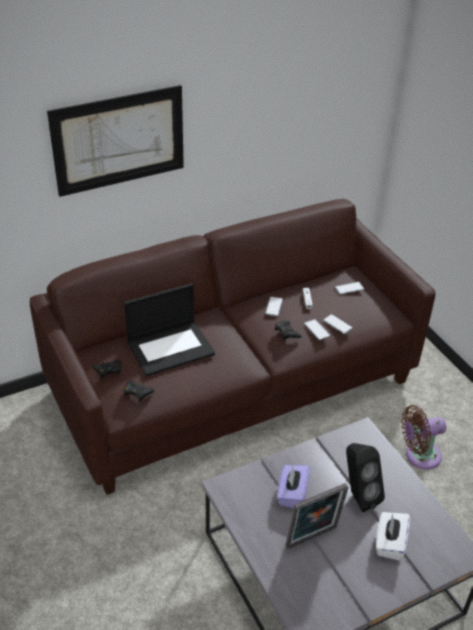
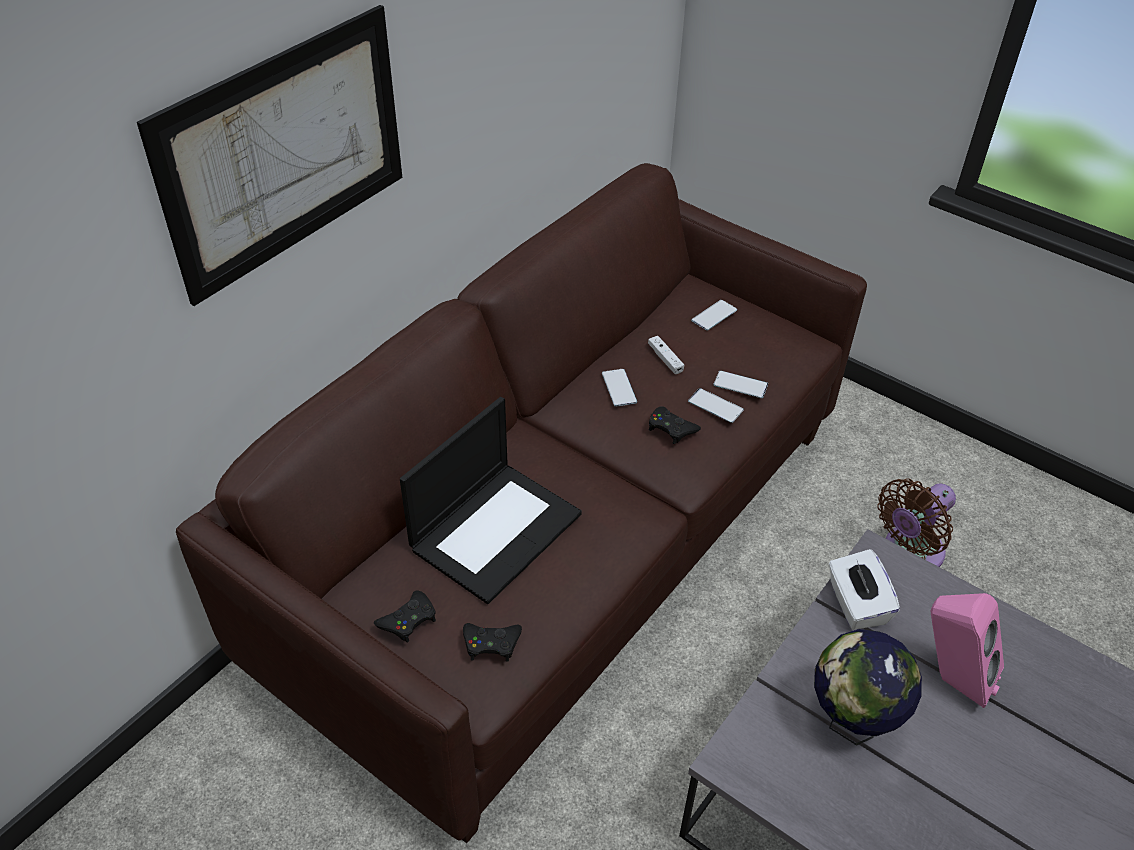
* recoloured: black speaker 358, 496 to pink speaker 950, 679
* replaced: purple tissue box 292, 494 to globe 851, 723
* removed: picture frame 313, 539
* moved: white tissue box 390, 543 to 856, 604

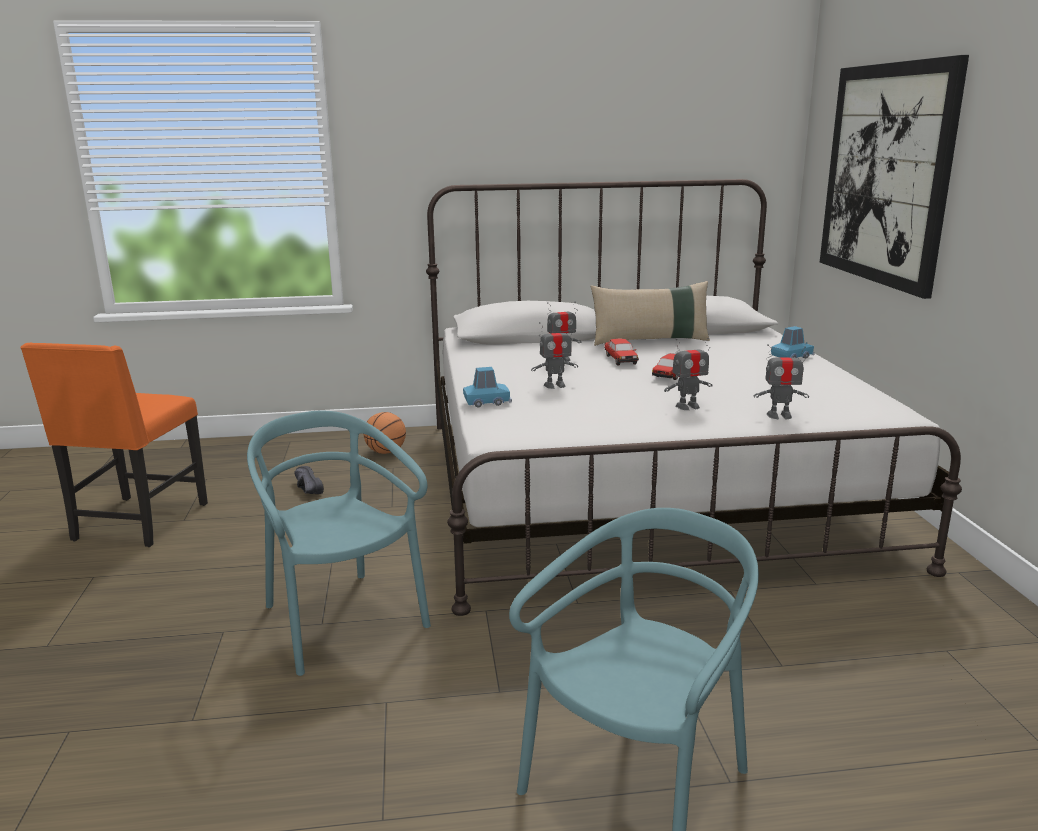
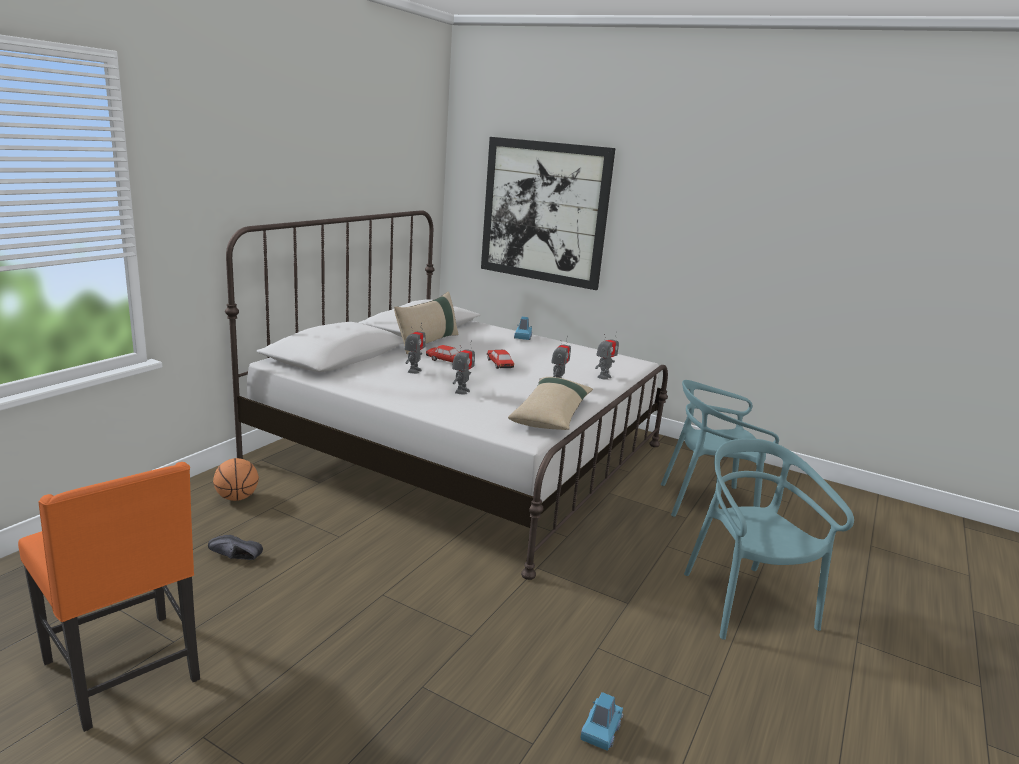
* moved: blue toy car 487, 402 to 601, 730
* moved: turquoise chair 341, 620 to 707, 503
* added: beige pillow 552, 414

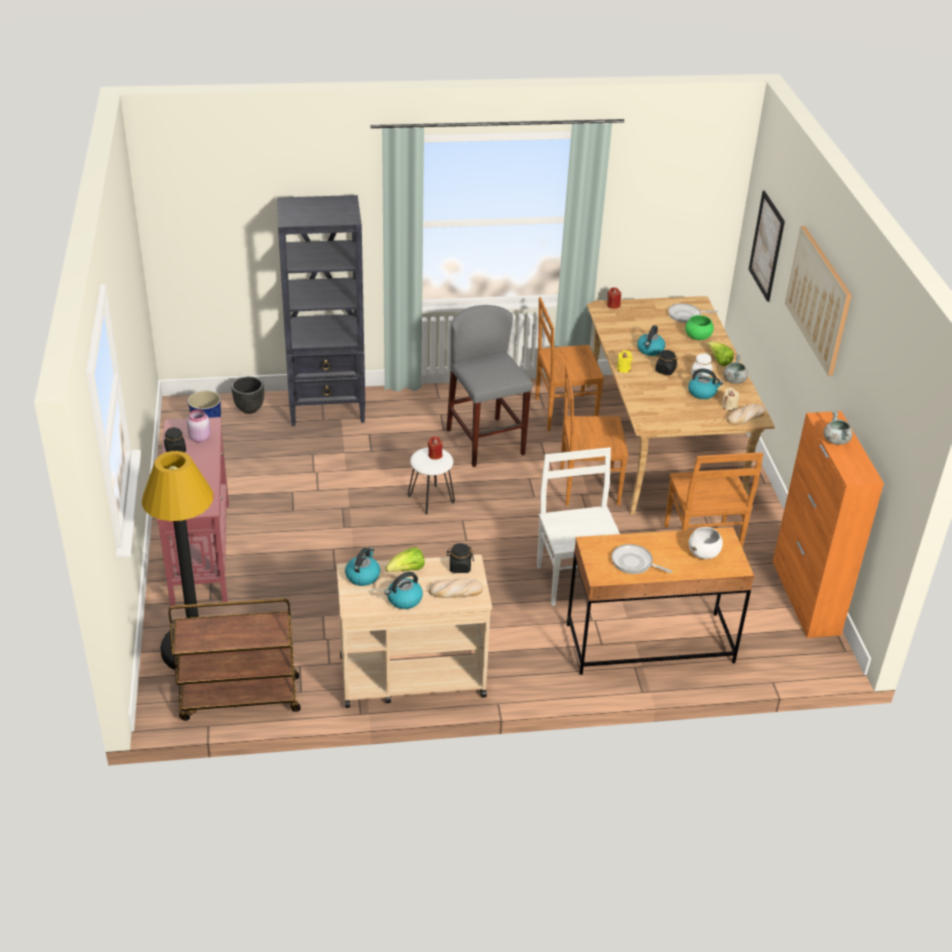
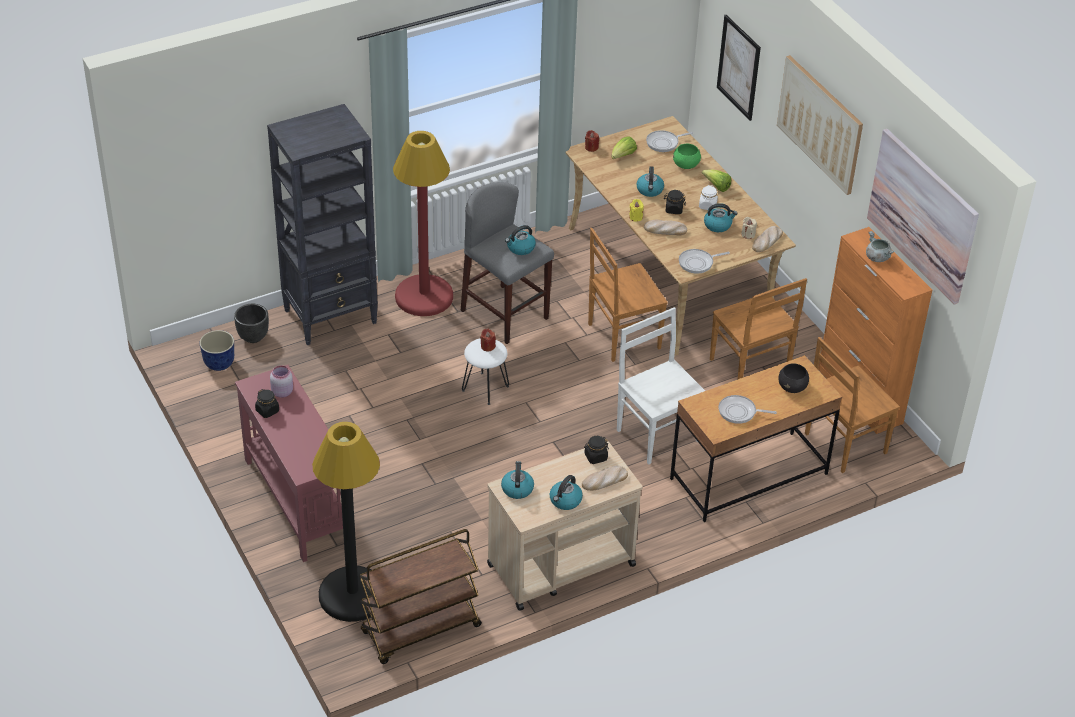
* moved: brown chair 563, 412 to 843, 444
* removed: grey cooking pot 734, 380
* recoloured: white bowl 704, 553 to black bowl 792, 387
* moved: lettuce 407, 570 to 623, 156
* added: picture 922, 215
* added: red floor lamp 424, 296
* added: bread 665, 230
* added: kettle 520, 248
* added: frying pan 698, 263

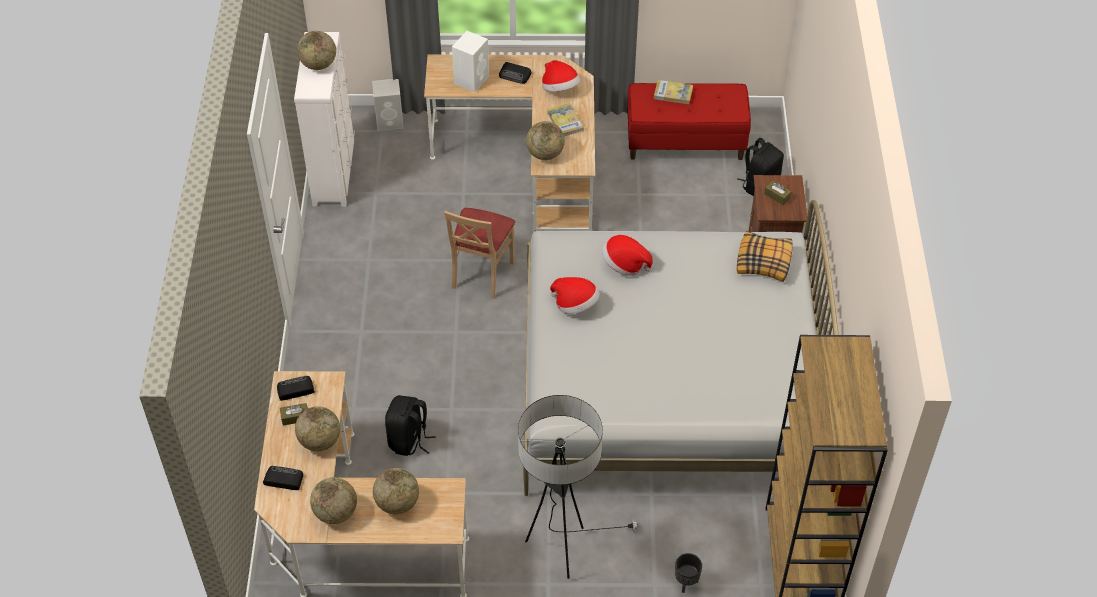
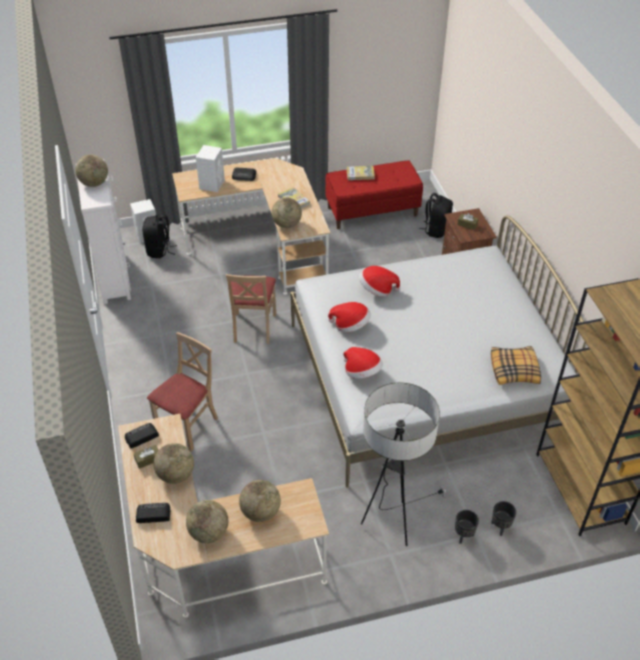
* moved: hat 560, 88 to 362, 372
* moved: pillow 764, 262 to 514, 370
* moved: black backpack 409, 440 to 159, 250
* added: beige chair 188, 425
* added: black planter 463, 536

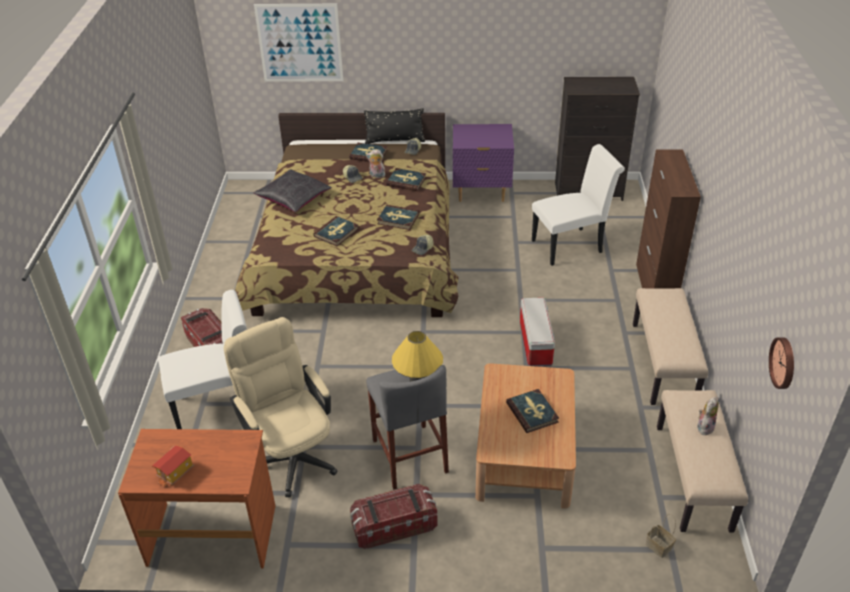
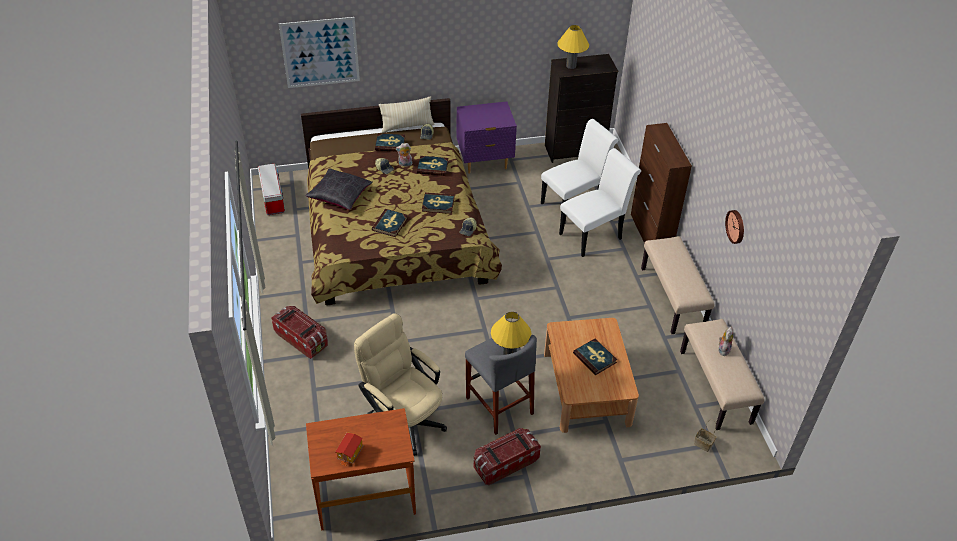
* recoloured: black pillow 395, 140 to beige pillow 407, 126
* moved: white chair 216, 405 to 594, 235
* moved: storage box 535, 343 to 272, 198
* moved: wall clock 784, 363 to 736, 226
* added: yellow table lamp 571, 66

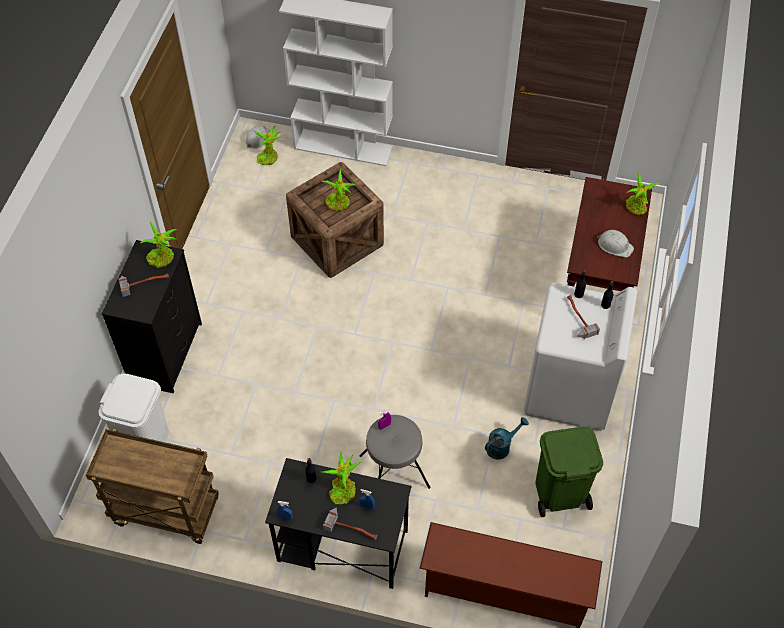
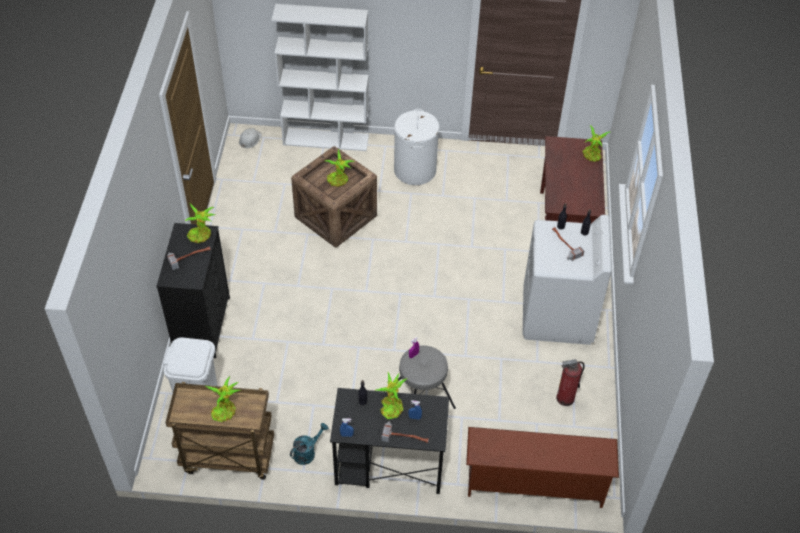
* moved: potted plant 269, 157 to 225, 410
* removed: white hard hat 614, 245
* moved: turquoise watering can 501, 446 to 307, 452
* replaced: green trash can 559, 493 to fire extinguisher 565, 398
* added: white laundry basket 415, 170

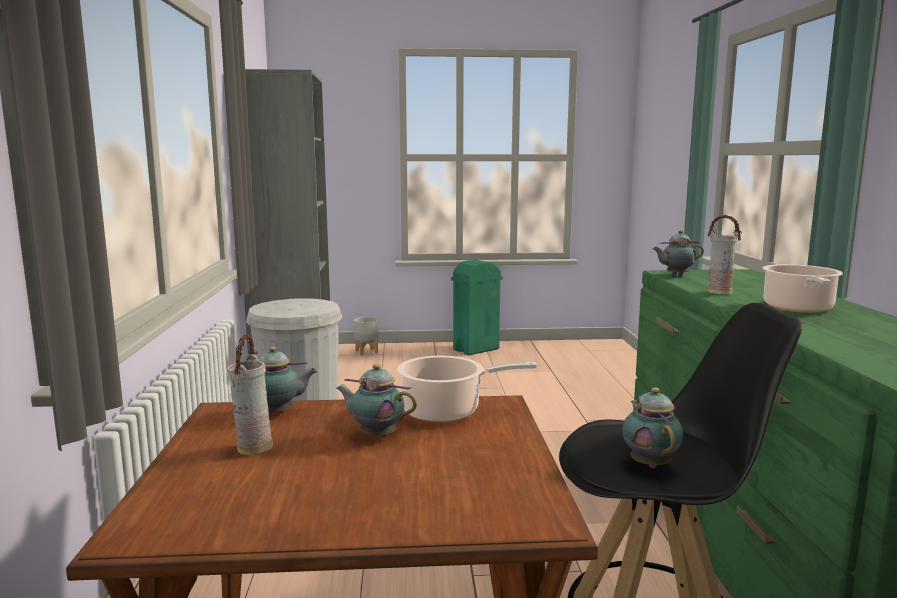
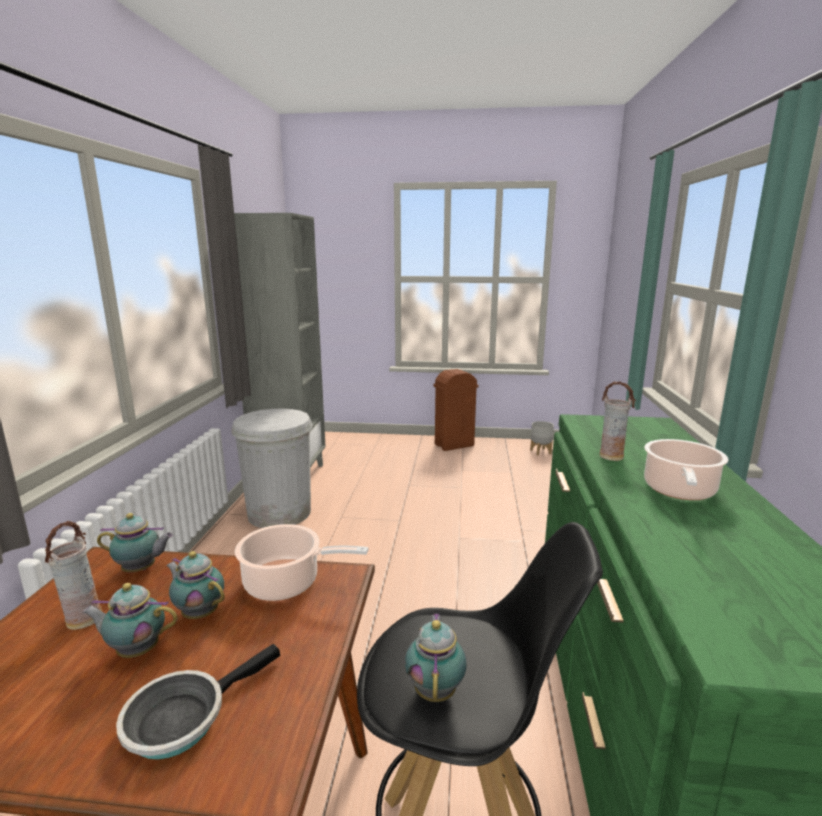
* moved: teapot 675, 275 to 136, 650
* recoloured: green trash can 475, 349 to brown trash can 453, 445
* moved: grey planter 367, 352 to 541, 452
* added: frying pan 183, 717

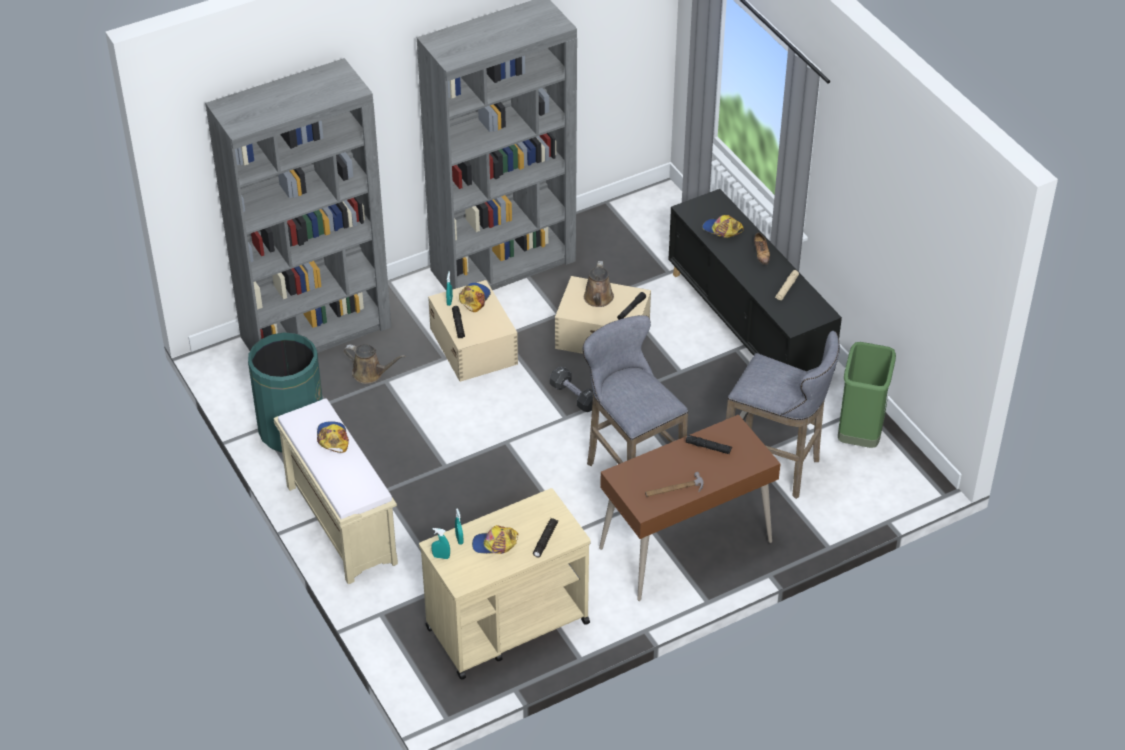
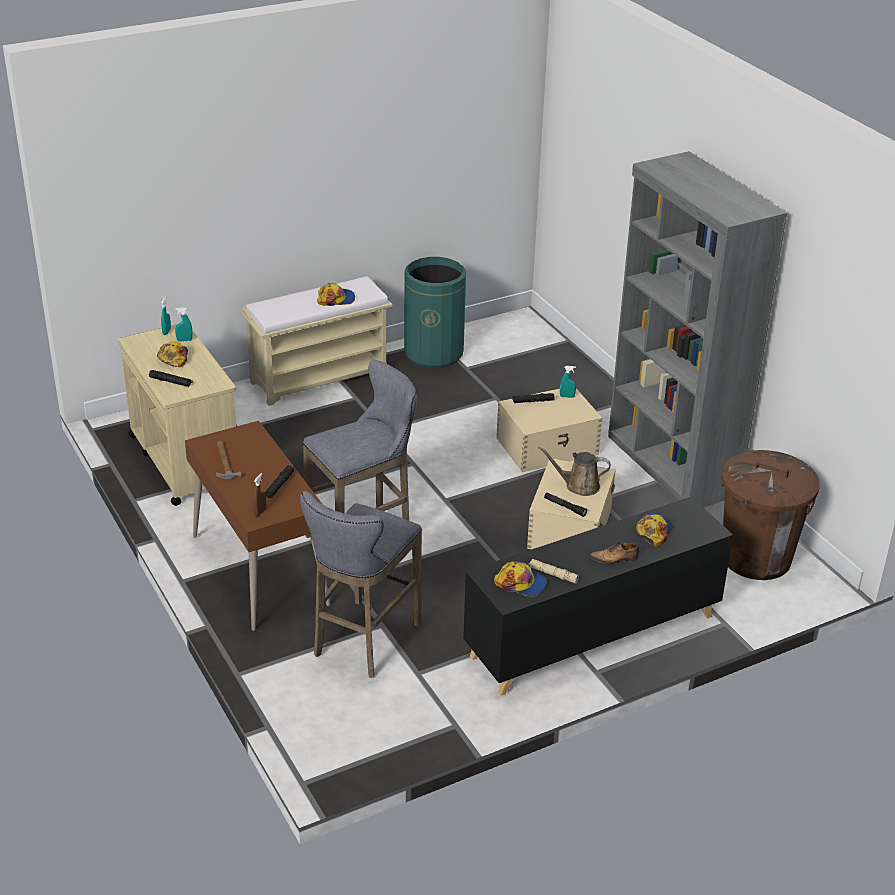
* removed: grey bookcase 316, 332
* moved: cap 474, 298 to 521, 583
* removed: green trash can 860, 436
* removed: brown watering can 370, 373
* removed: black dumbbell 574, 396
* added: brown trash can 756, 558
* added: brown spray bottle 260, 512

